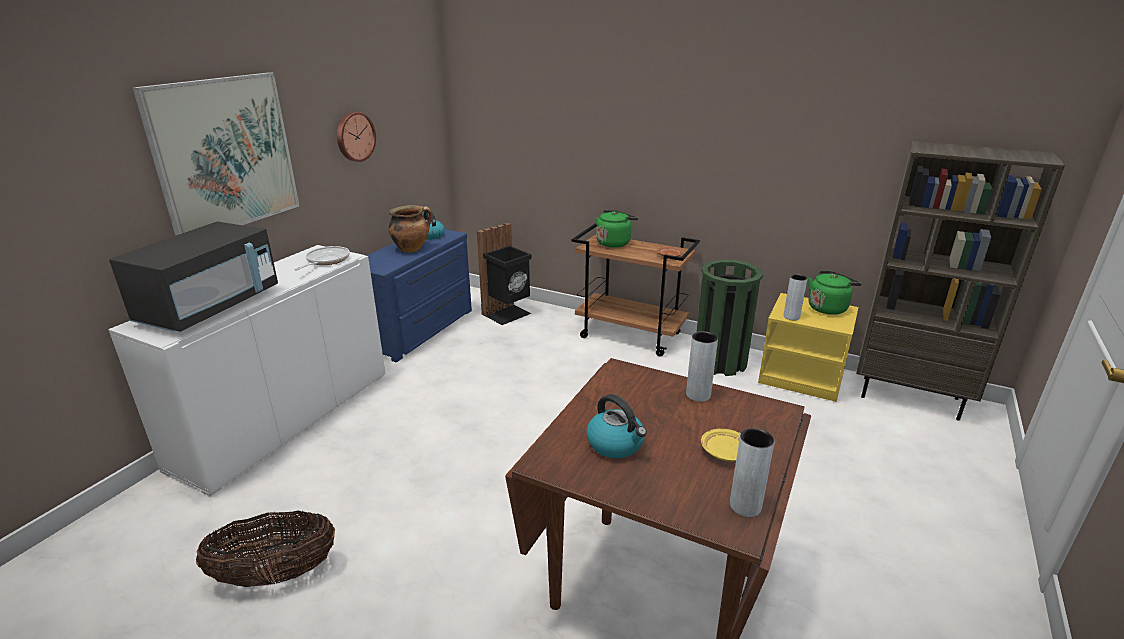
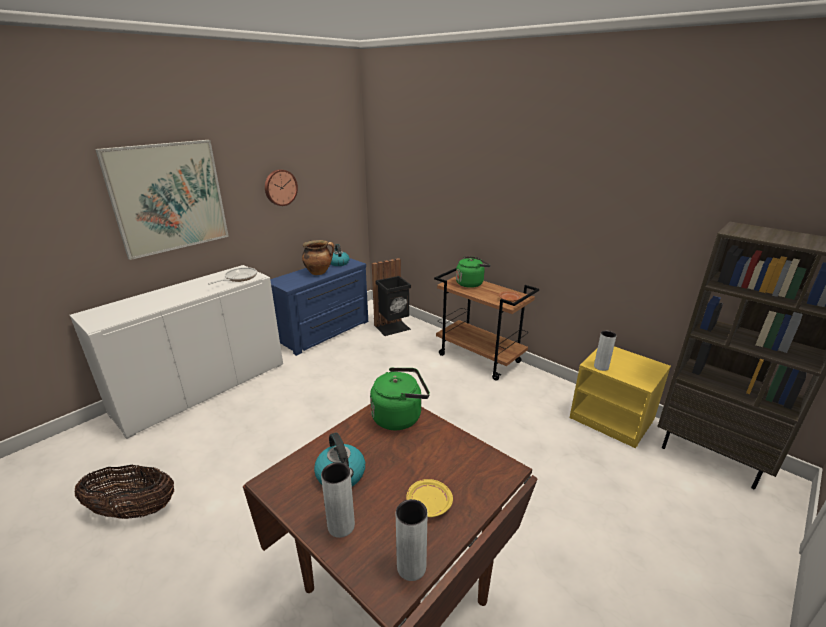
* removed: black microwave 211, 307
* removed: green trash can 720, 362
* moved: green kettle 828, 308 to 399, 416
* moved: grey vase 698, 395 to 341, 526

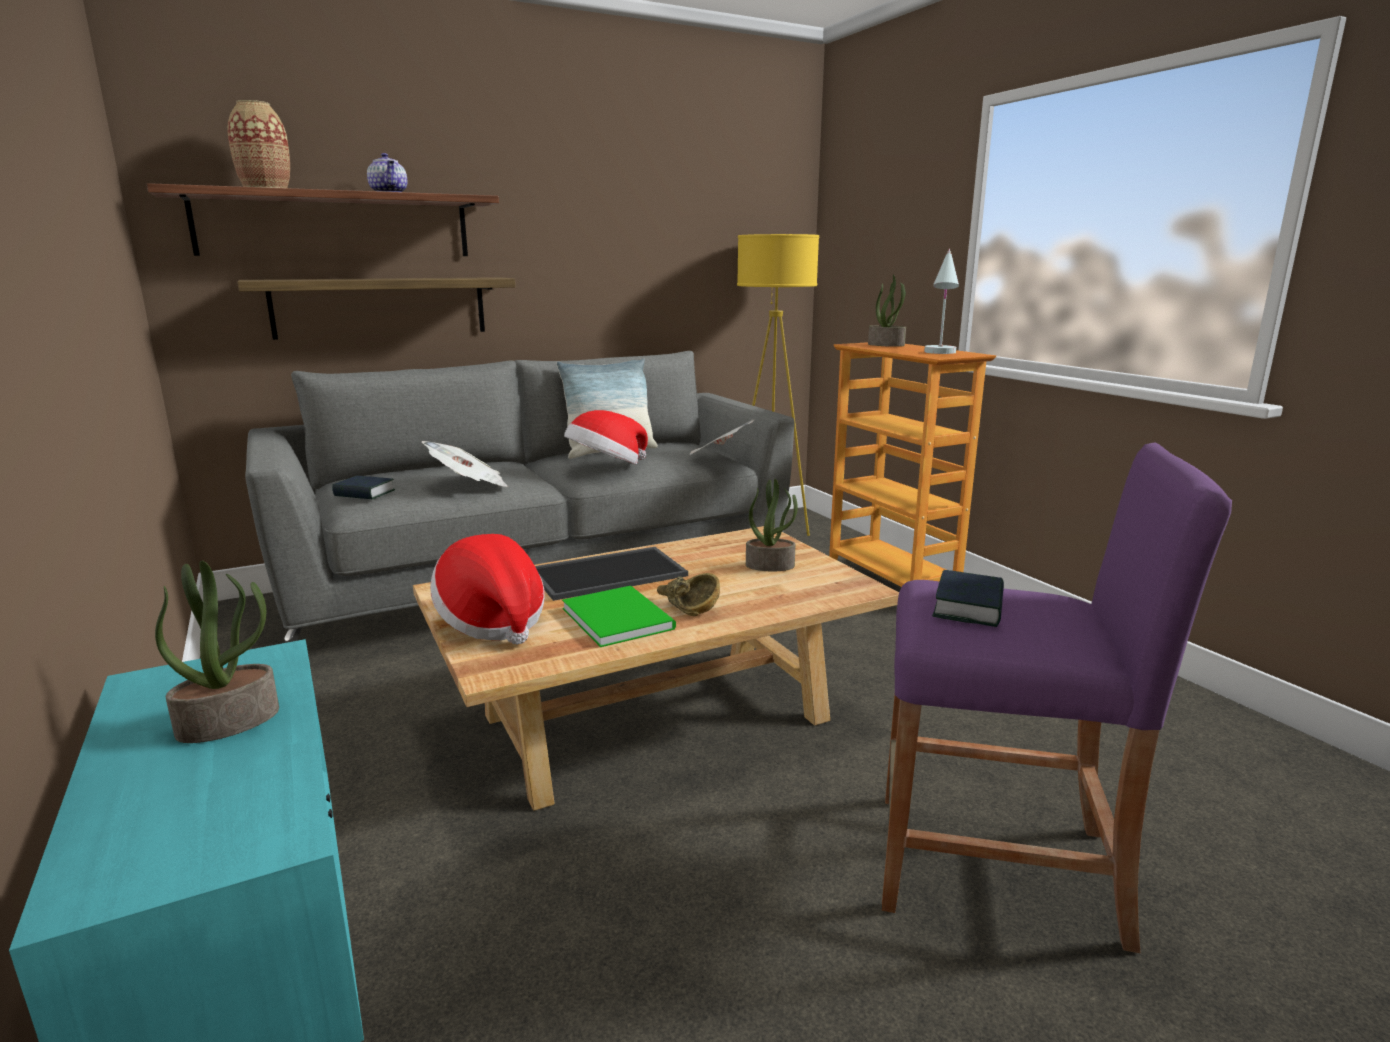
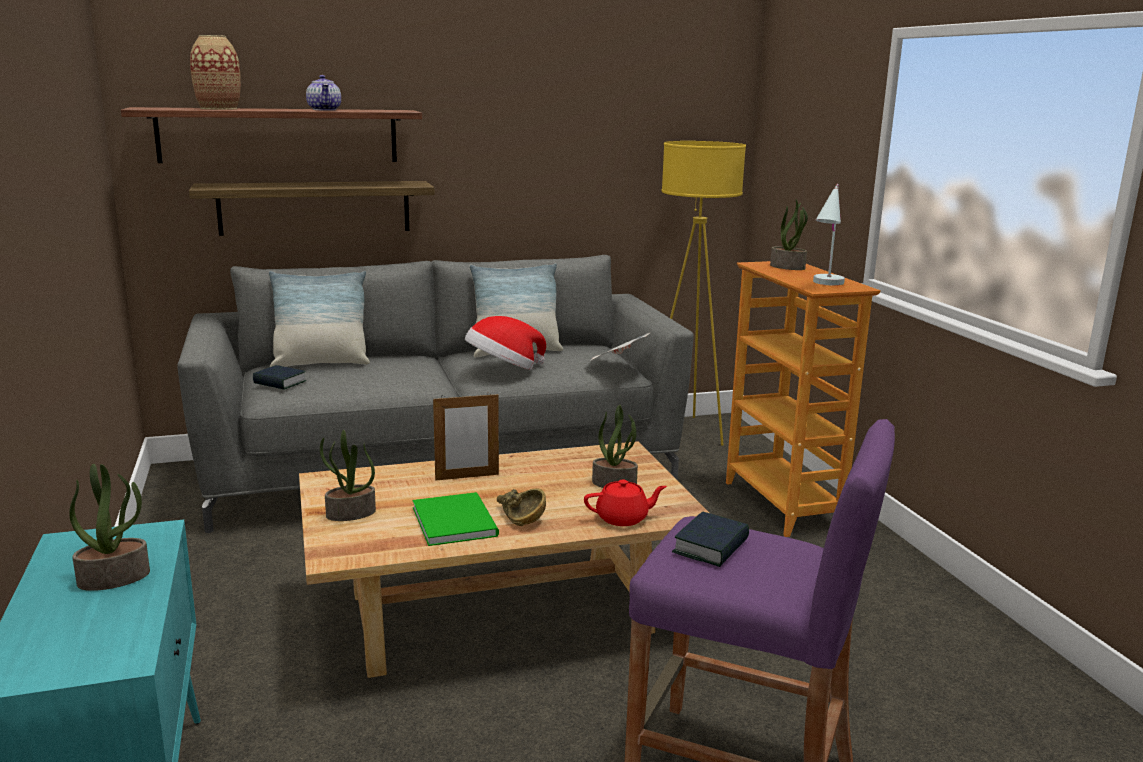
* removed: newspaper 469, 485
* replaced: hat 492, 622 to potted plant 350, 514
* replaced: tray 608, 572 to picture frame 467, 477
* added: pillow 321, 364
* added: red teapot 623, 518

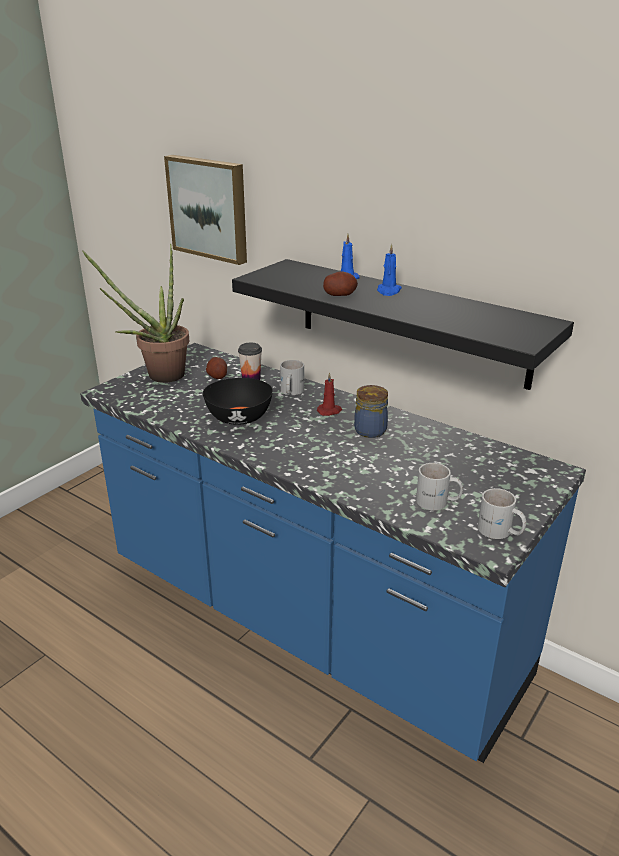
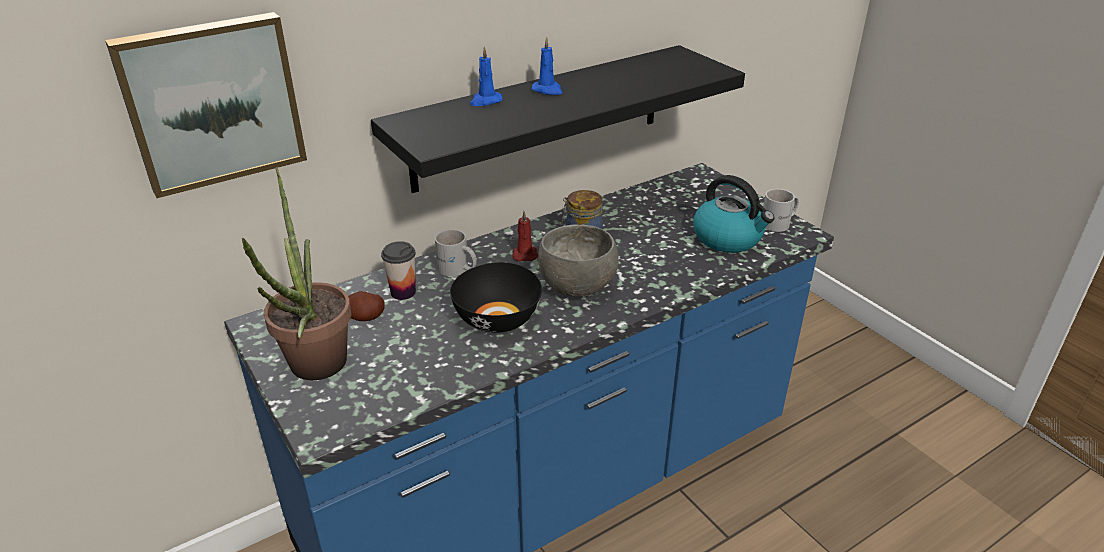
* removed: potato 340, 295
* replaced: white mug 438, 502 to kettle 728, 238
* added: grey bowl 578, 287

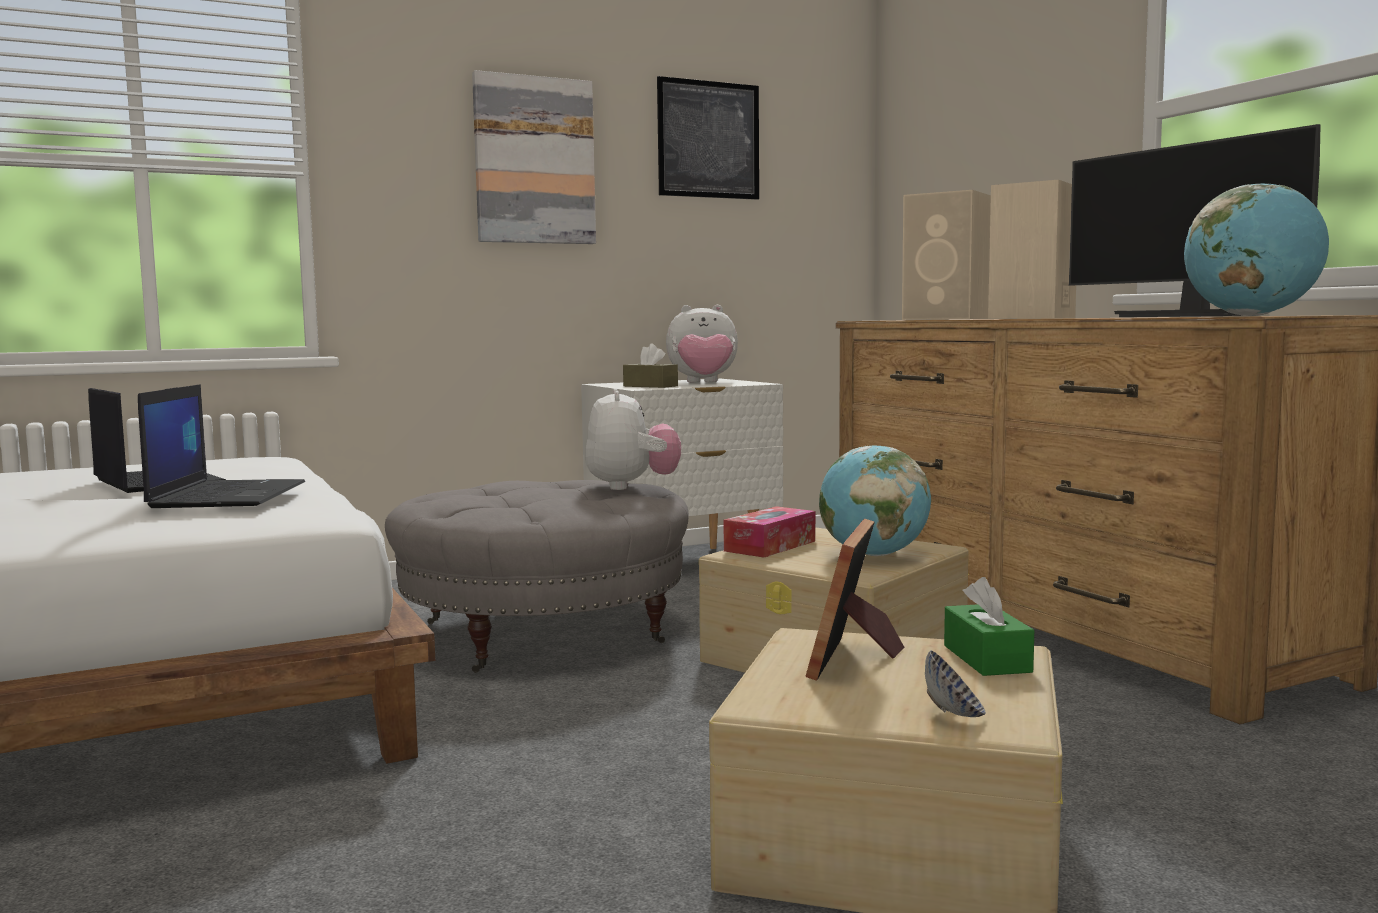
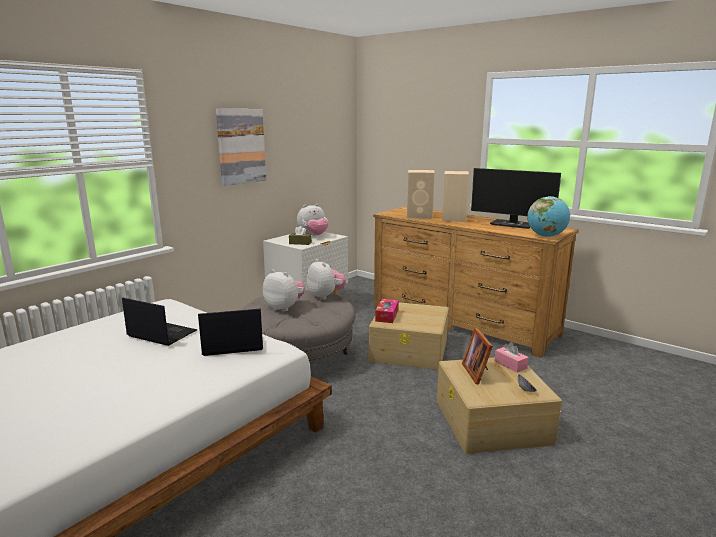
* removed: picture 708, 140
* turned: laptop 228, 495 = 232, 345 75 degrees counterclockwise
* removed: globe 873, 555
* recoloured: green tissue box 986, 659 to pink tissue box 510, 364
* added: plush toy 284, 307

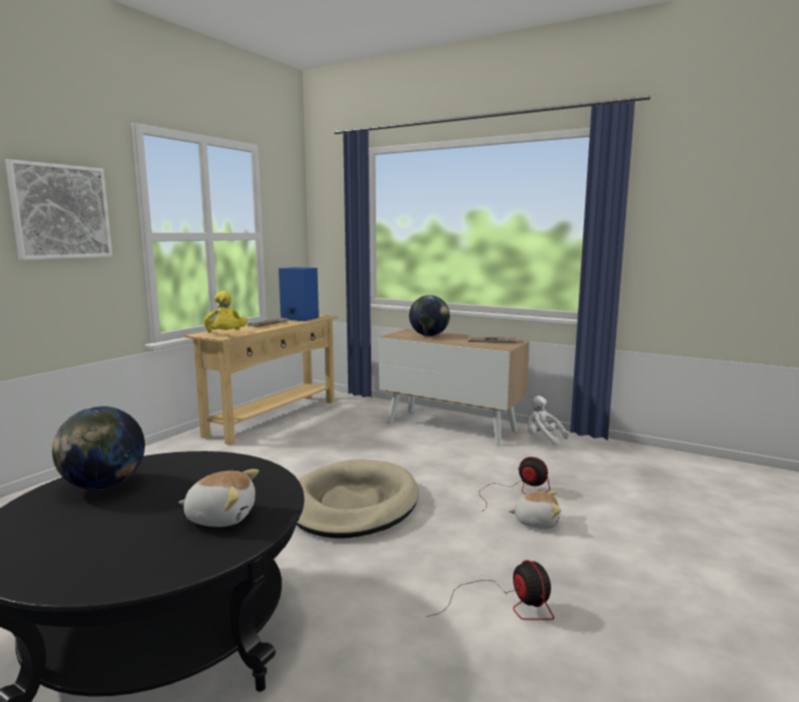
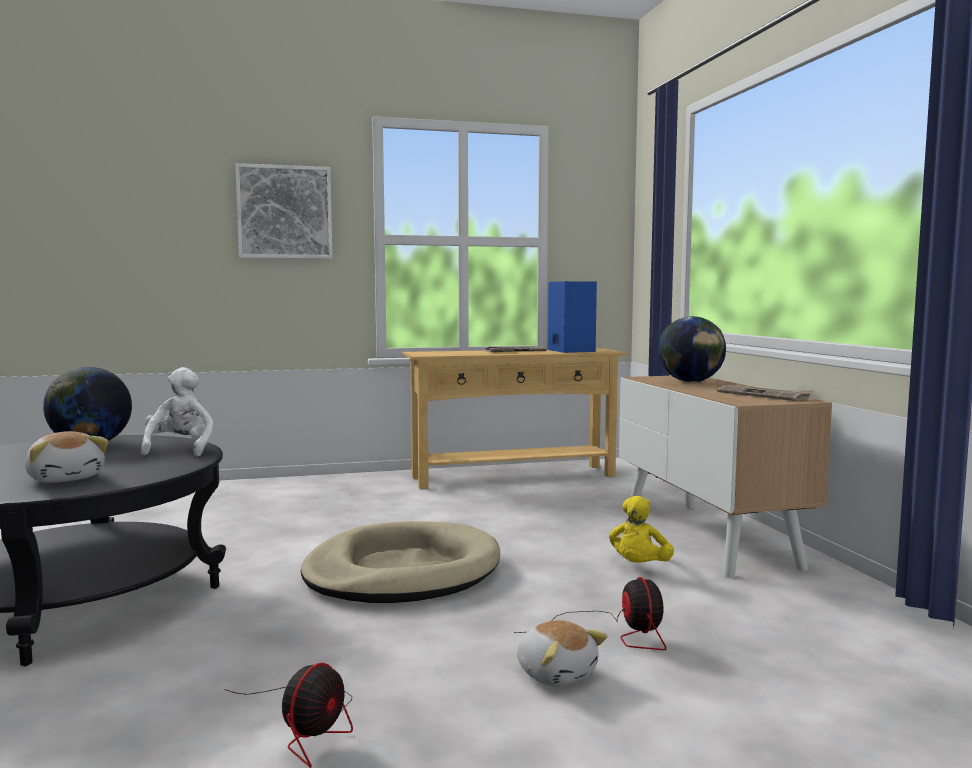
* moved: yellow plush toy 226, 335 to 639, 567
* moved: white plush toy 543, 438 to 180, 449

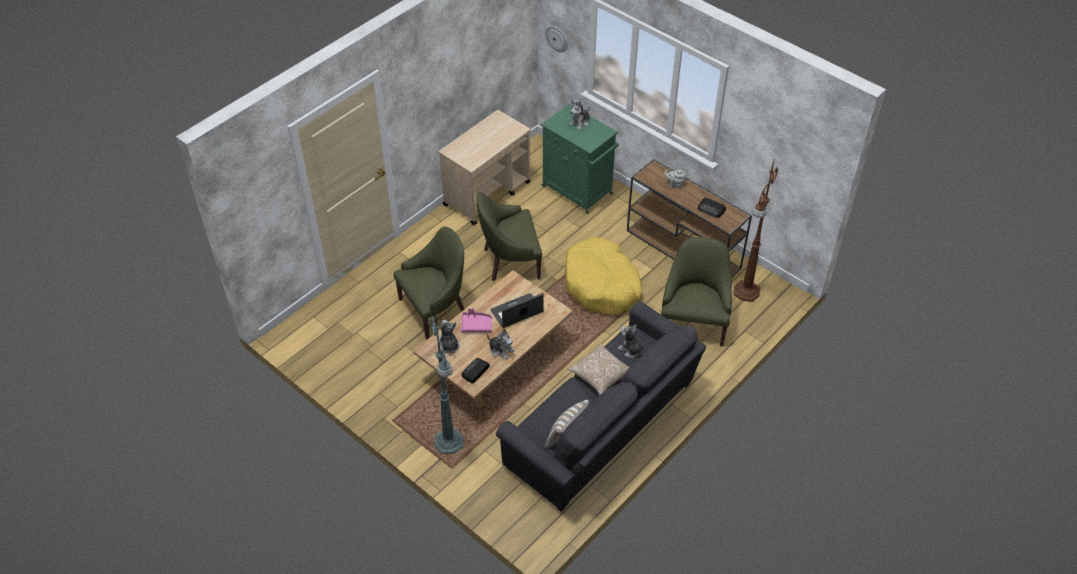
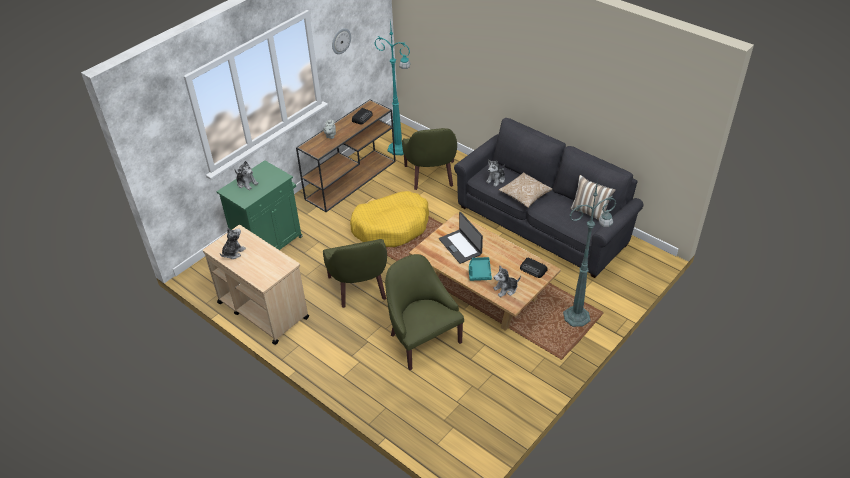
* moved: wall clock 557, 38 to 340, 40
* recoloured: brown floor lamp 745, 292 to turquoise floor lamp 399, 149
* turned: green armchair 693, 322 = 431, 176 105 degrees counterclockwise
* recoloured: pink tray 476, 325 to turquoise tray 479, 272
* moved: plush toy 501, 349 to 233, 252

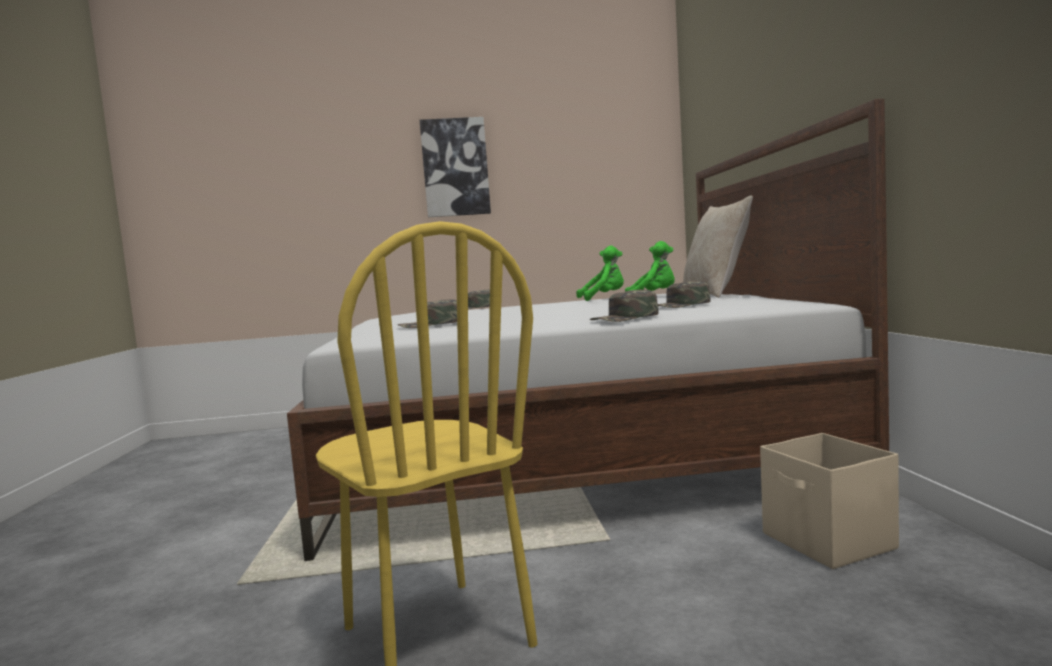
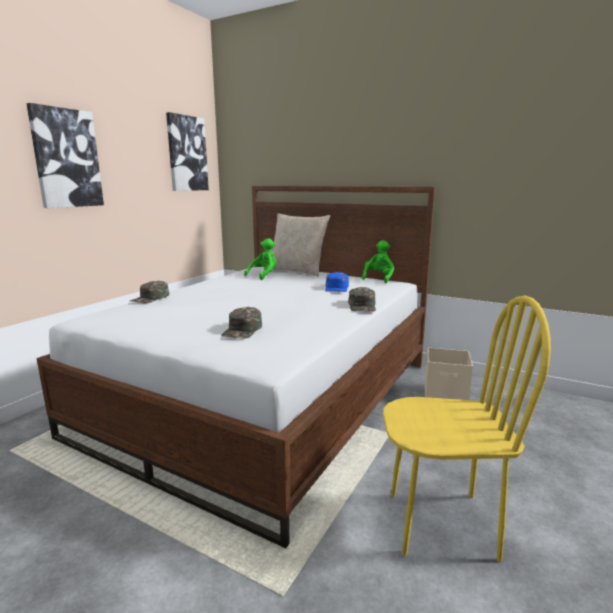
* moved: green plush toy 604, 298 to 378, 278
* recoloured: green cap 681, 305 to blue cap 337, 288
* added: picture 187, 153

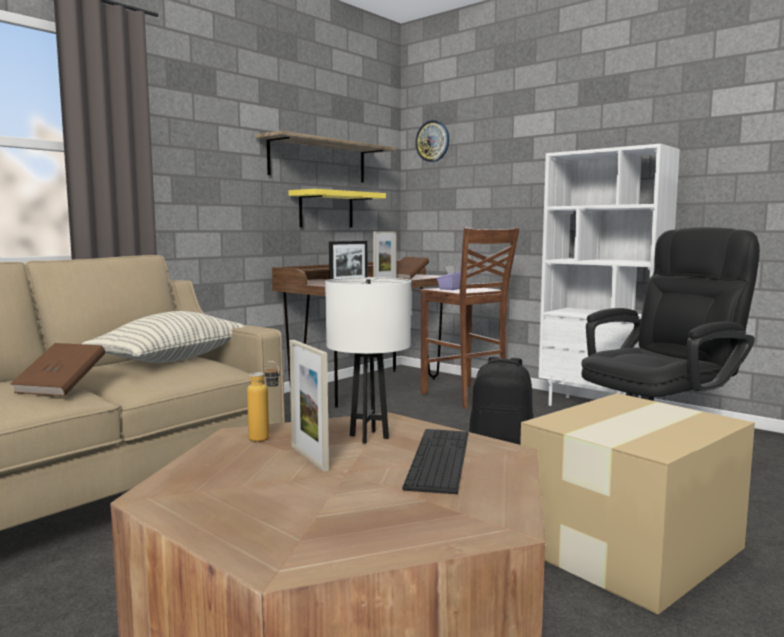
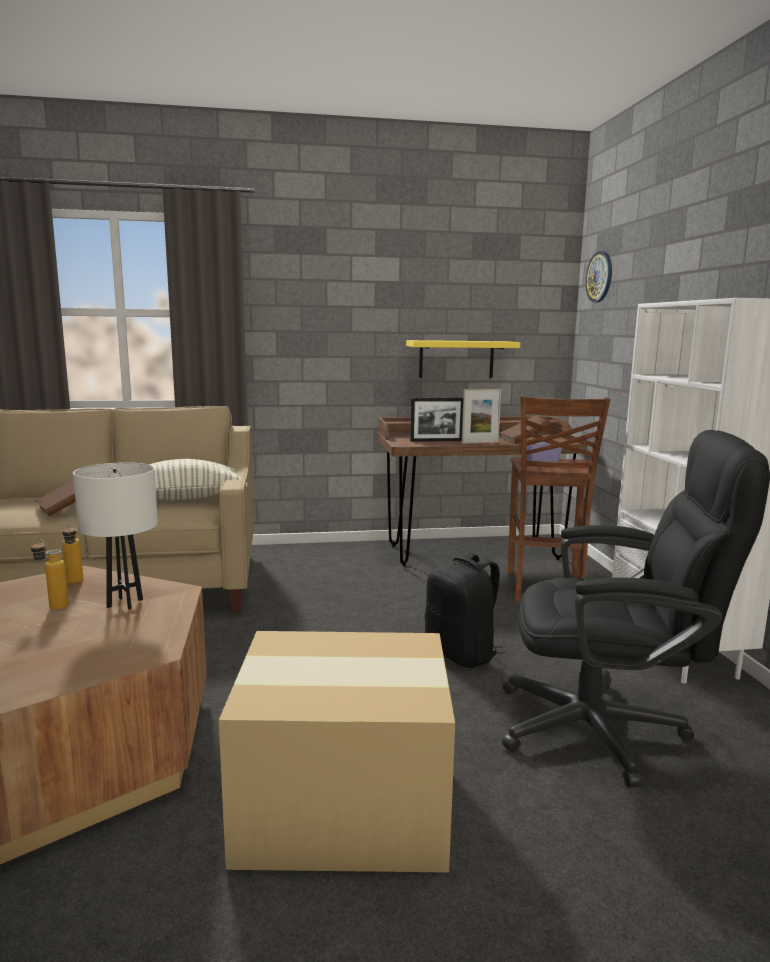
* removed: shelf 318, 161
* replaced: picture frame 309, 457 to bottle 52, 606
* removed: keyboard 439, 458

